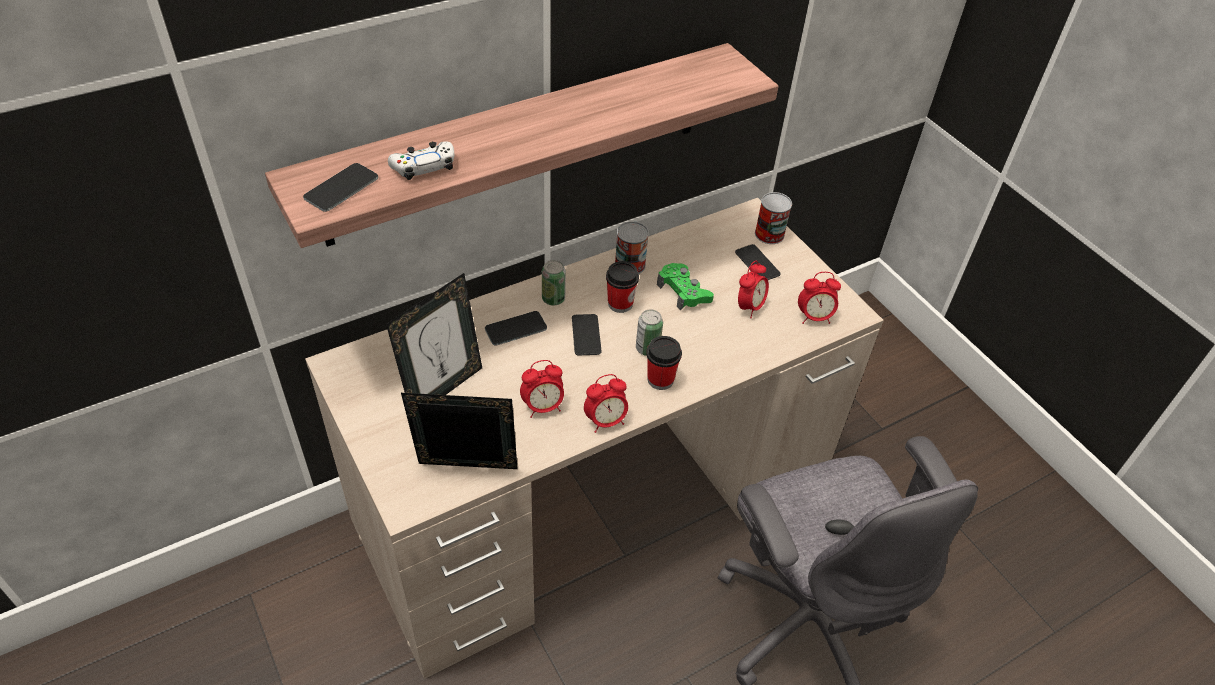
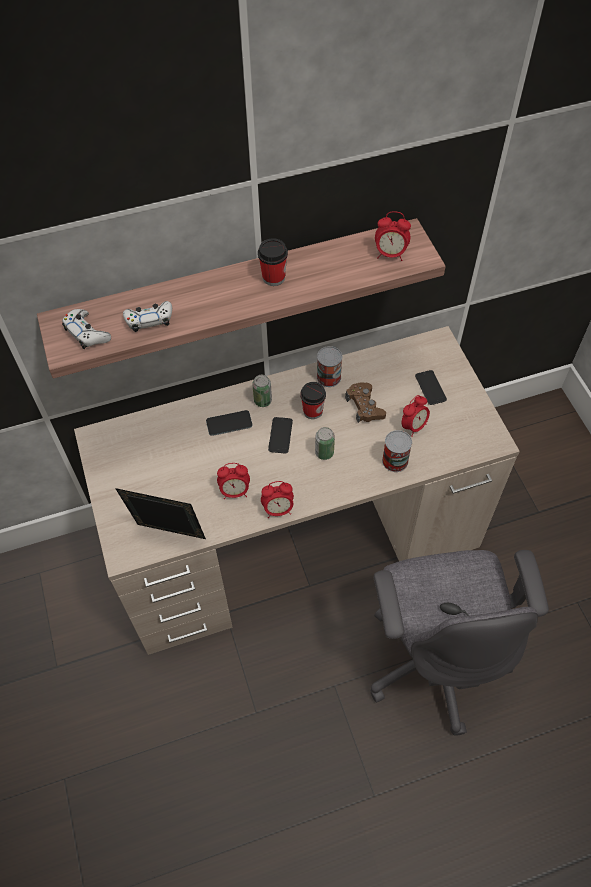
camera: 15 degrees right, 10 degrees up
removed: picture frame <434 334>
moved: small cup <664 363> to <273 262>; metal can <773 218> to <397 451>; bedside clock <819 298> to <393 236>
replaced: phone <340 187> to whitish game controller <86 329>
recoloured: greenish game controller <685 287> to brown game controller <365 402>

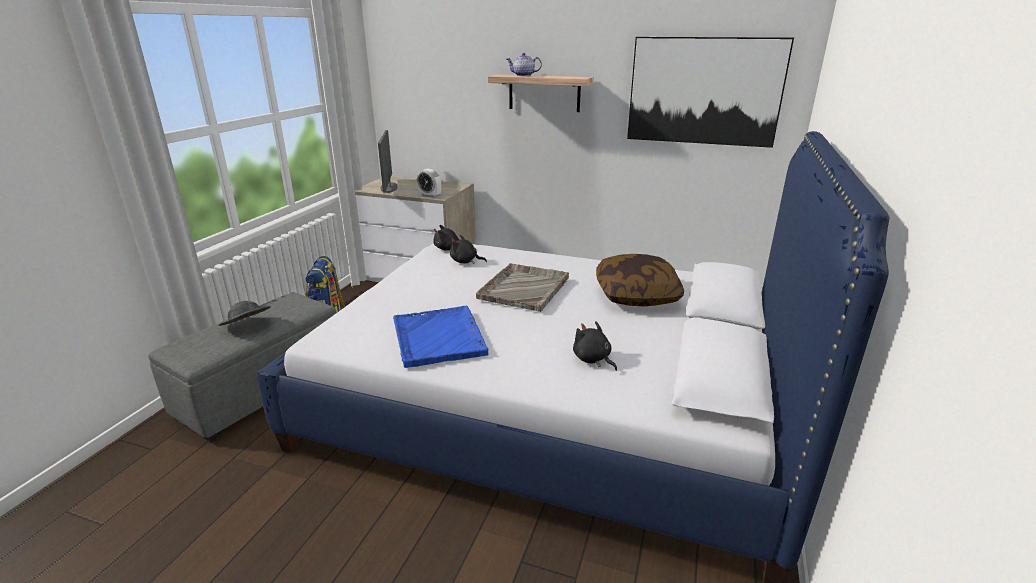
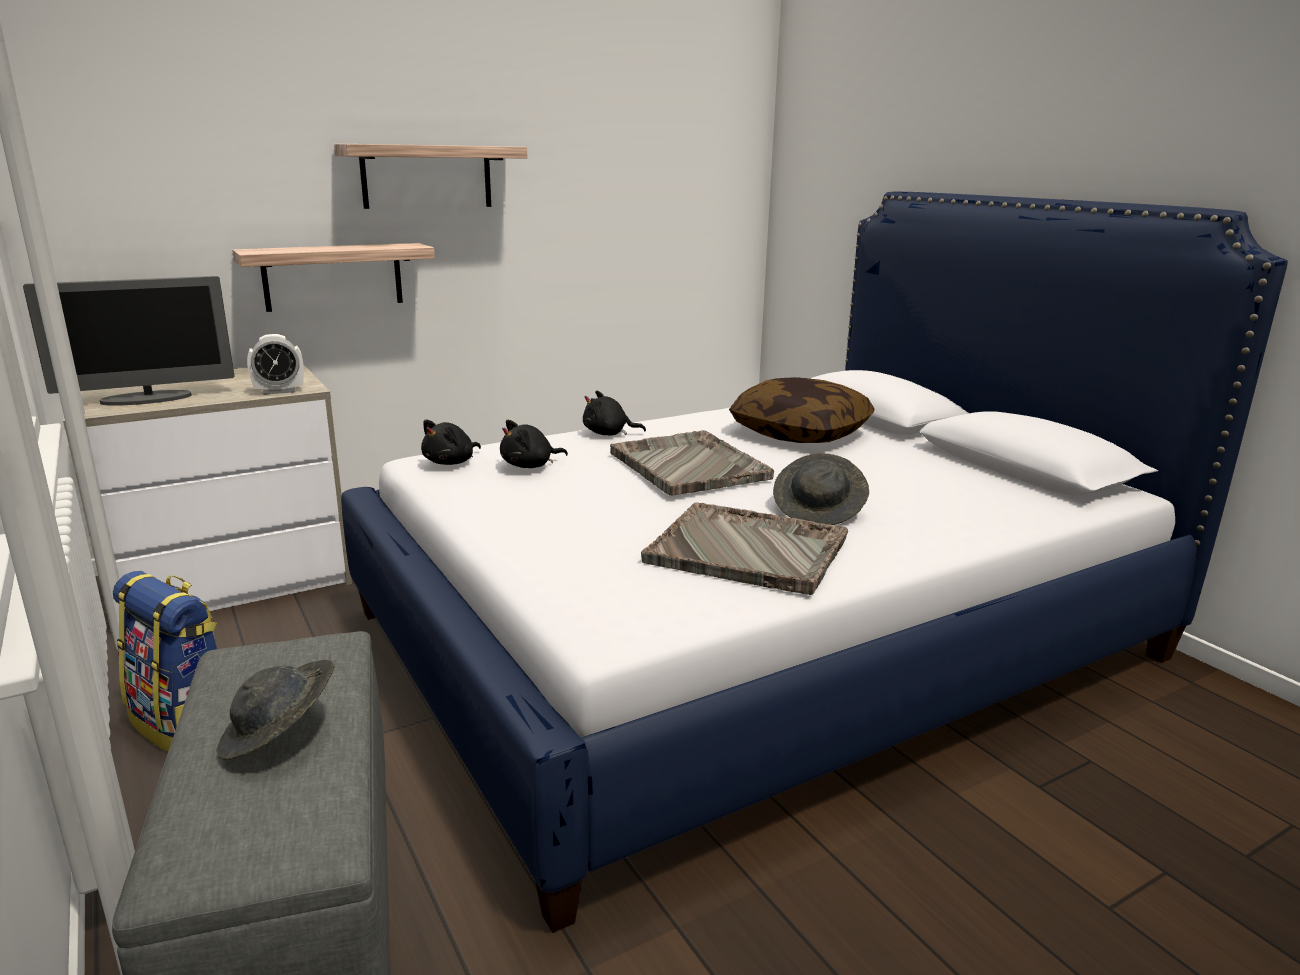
camera: 50 degrees left, 5 degrees down
removed: tea pot <524 64>; wall picture <710 92>
added: shelf <333 277>; greyish clothing hat <821 489>
moved: black cuddly toy <595 346> to <614 412>
recoloured: blue serving tray <441 337> to greyish serving tray <744 548>
turned: computer display <387 161> = <129 341> 60 degrees counterclockwise

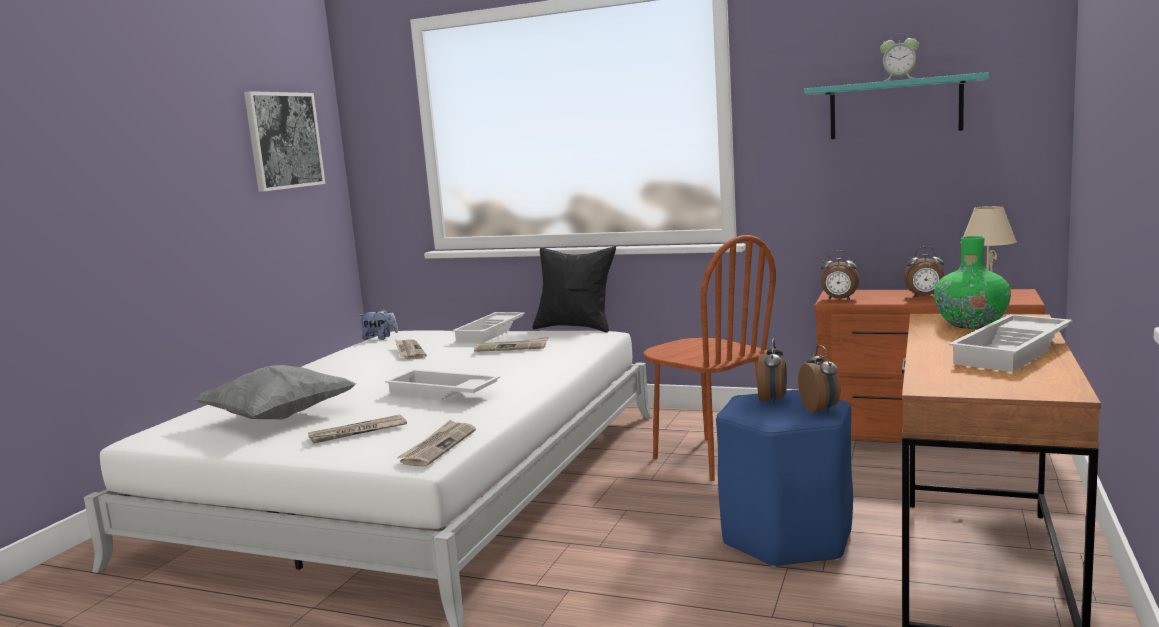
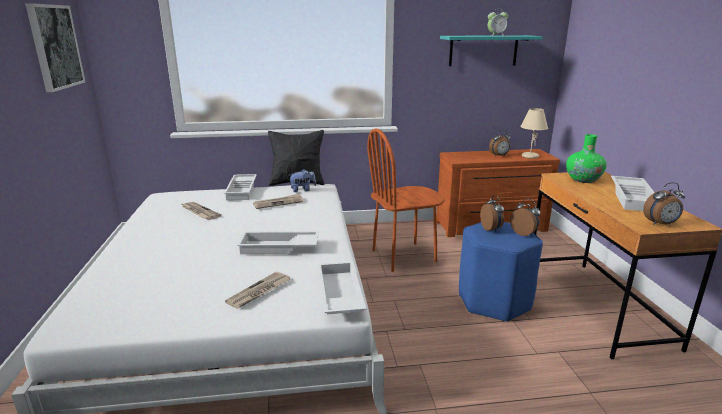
camera: 30 degrees left, 10 degrees up
removed: greyish cushion <275 392>
moved: cuddly toy <378 324> to <302 180>; bedside clock <840 275> to <664 203>
replaced: daily paper <436 443> to whitish serving tray <342 287>
turned: brown plain chair <710 358> = <406 200> 135 degrees clockwise

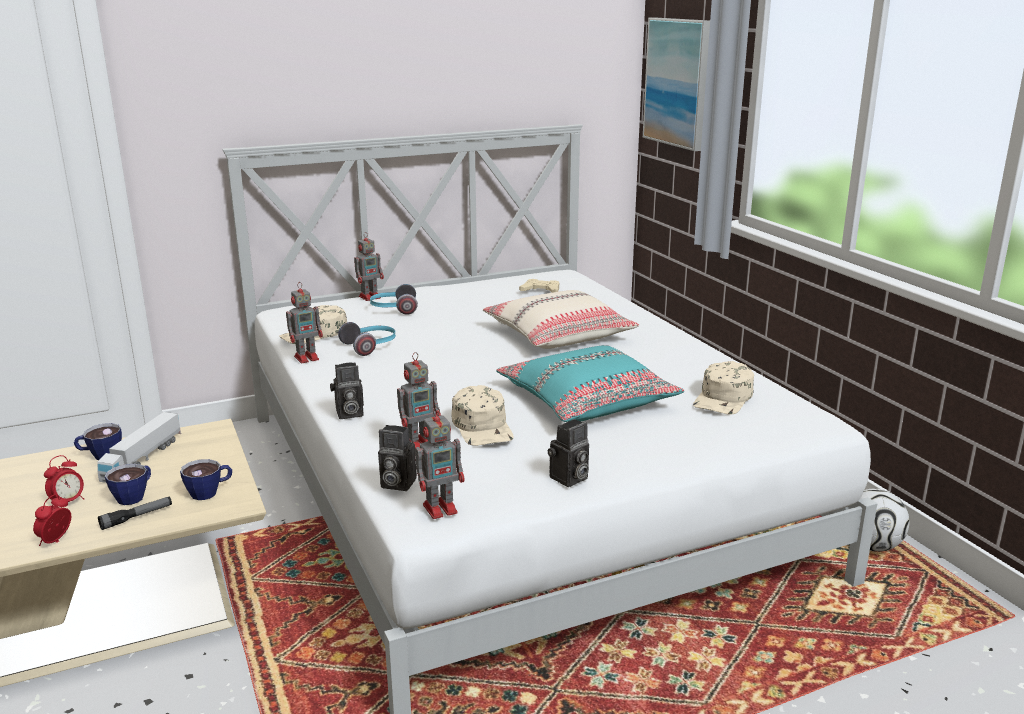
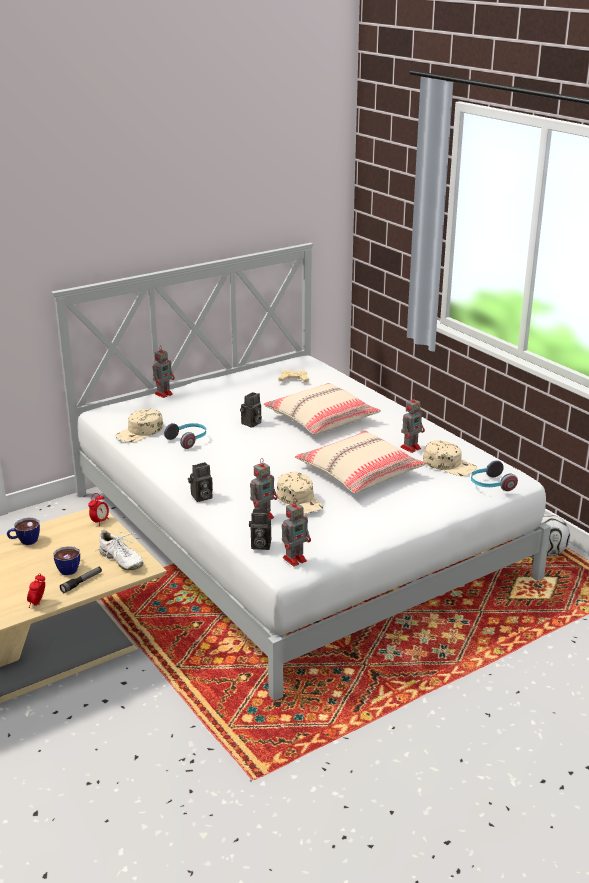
camera: 10 degrees left, 5 degrees up
removed: model truck <139 447>; wall picture <676 84>
moved: bedside clock <64 481> to <98 509>; robot figure <304 322> to <412 424>; headphones <394 299> to <494 475>; photo camera <568 453> to <251 410>
replaced: small cup <206 479> to whitish item of footwear <119 549>
recoloured: blue-green cushion <590 383> to beige cushion <360 461>
turned: beige baseball cap <723 387> = <450 458> 75 degrees counterclockwise

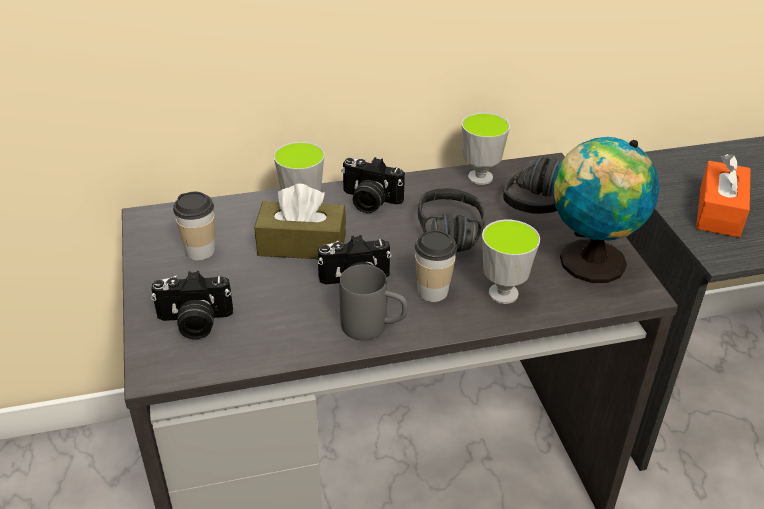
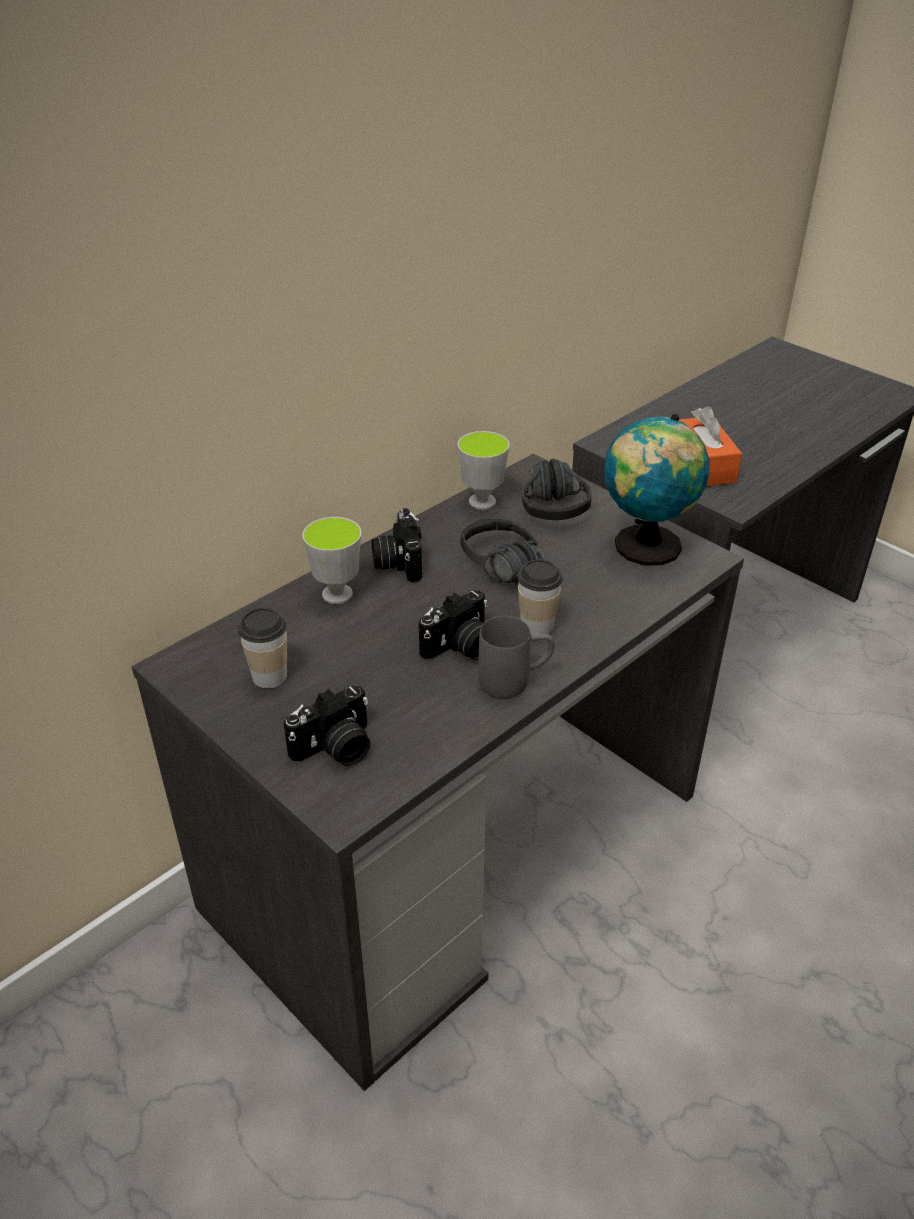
camera: 30 degrees left, 0 degrees up
removed: brown box of tissues <300 221>; small cup <511 262>
turned: photo camera <373 185> = <397 545> 90 degrees clockwise

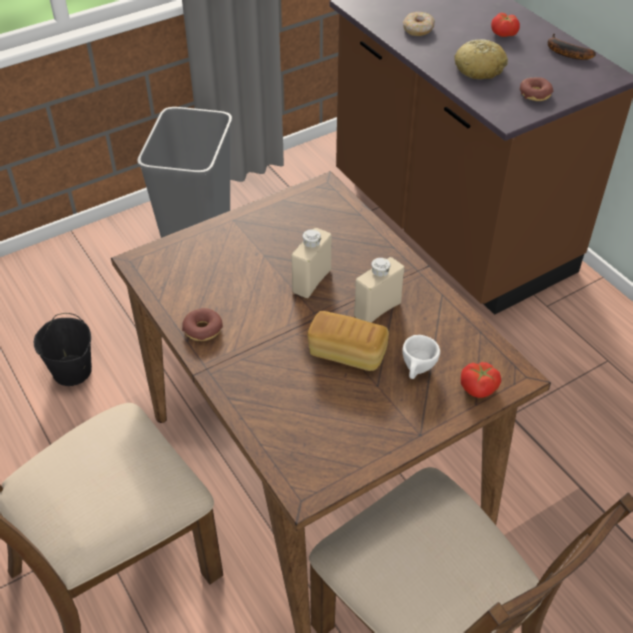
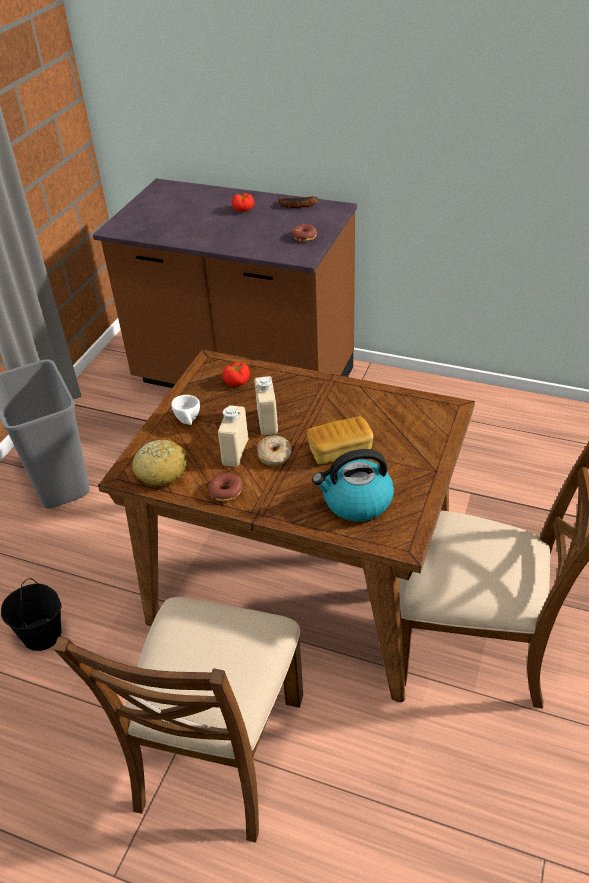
camera: 35 degrees left, 5 degrees down
added: tea kettle <353 485>
moved: beige beverage bottle <379 290> to <233 436>; whitish small cup <421 357> to <185 410>; doughnut <419 24> to <274 450>; bread <481 59> to <159 463>; tomato <481 380> to <236 374>

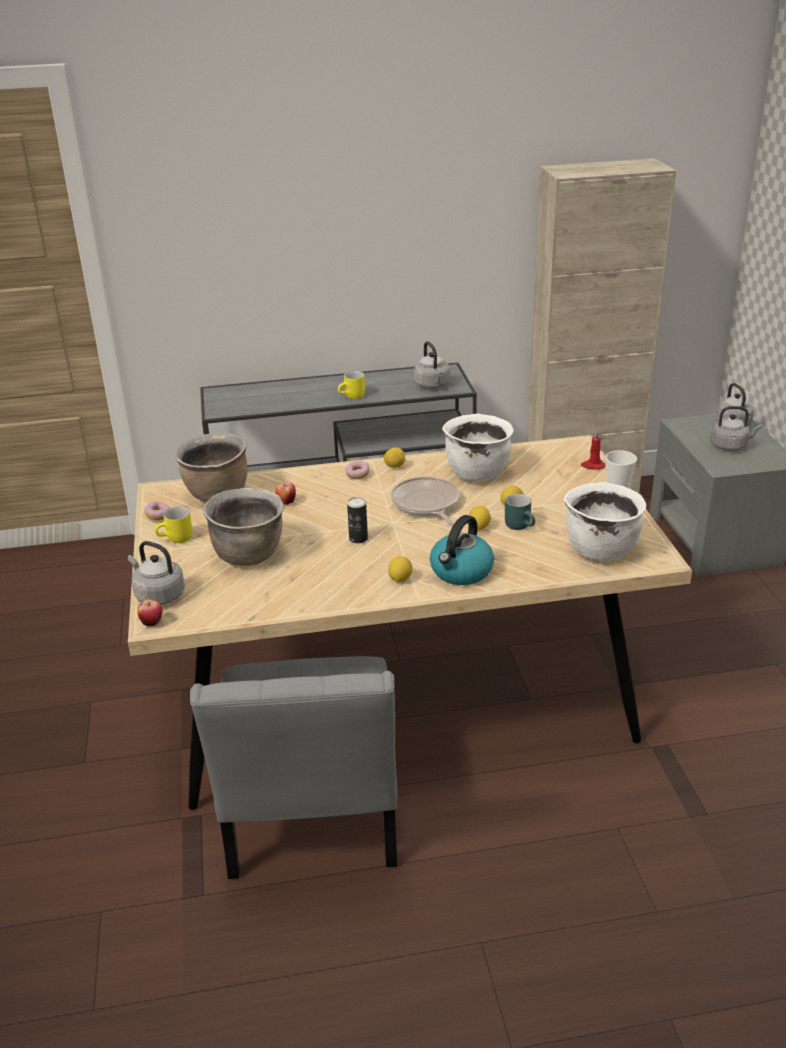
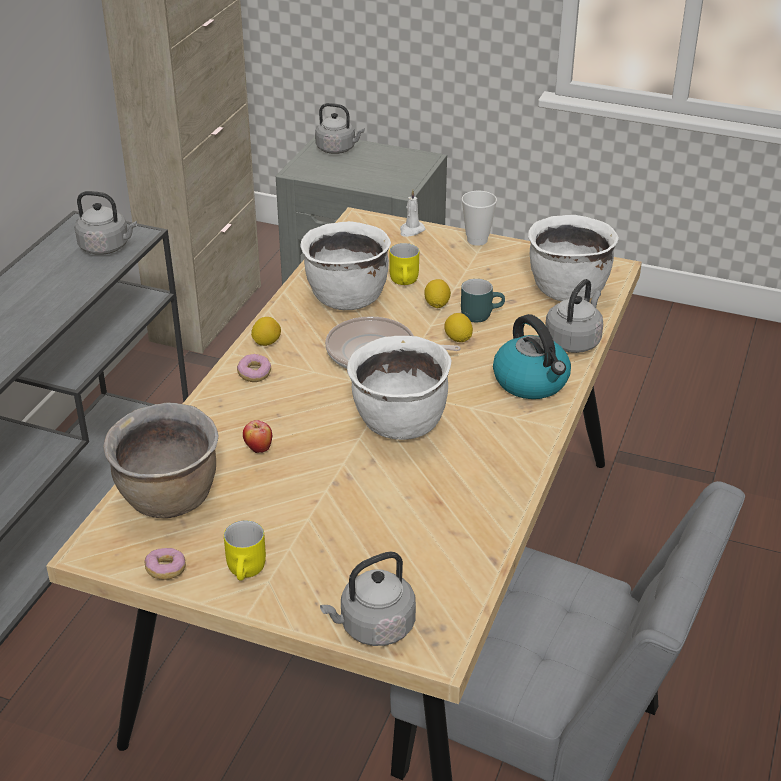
camera: 60 degrees left, 5 degrees up
removed: apple <150 613>; brown stockpot <243 527>; lemon <400 569>
moved: yellow-coloured mug <351 385> to <404 264>; greyish tea kettle <736 428> to <574 316>
replaced: metal can <357 520> to whitish stockpot <399 388>
recoloured: reddish wax candle <593 451> to whitish wax candle <413 213>

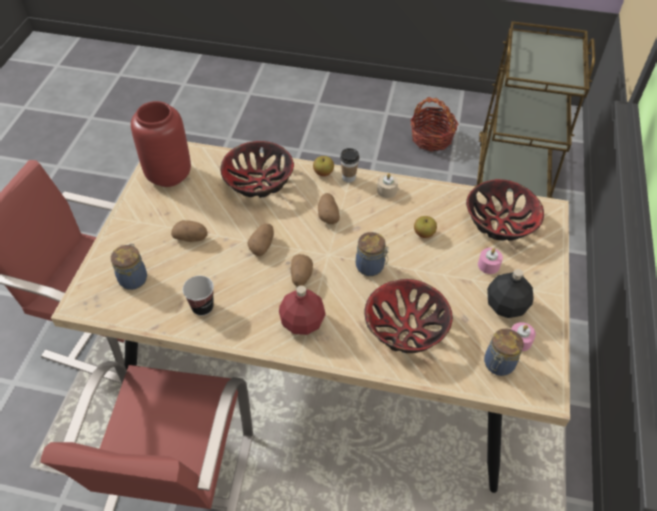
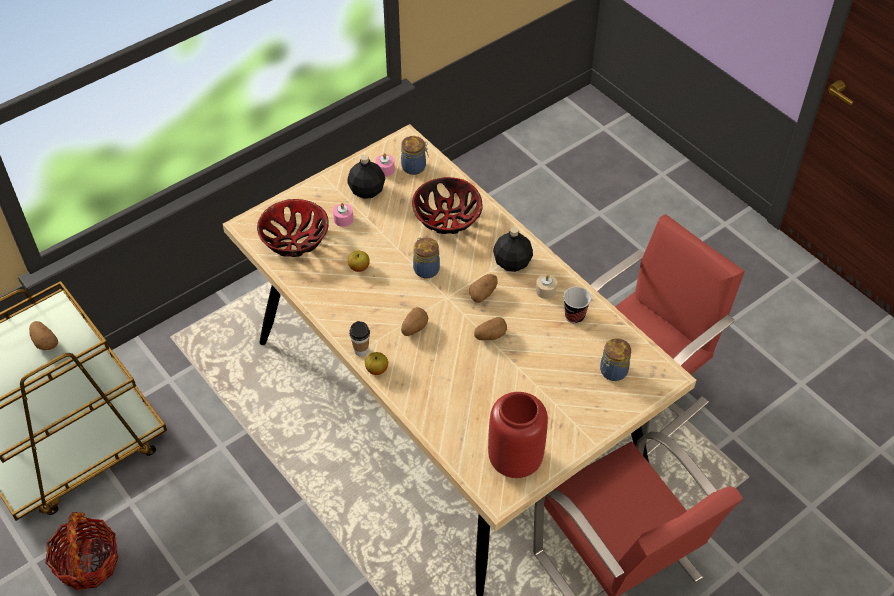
camera: 140 degrees left, 0 degrees up
removed: bowl <257 169>
moved: spud <189 231> to <43 335>; beige wax candle <387 185> to <546 286>
recoloured: reddish beverage bottle <302 310> to black beverage bottle <513 249>

